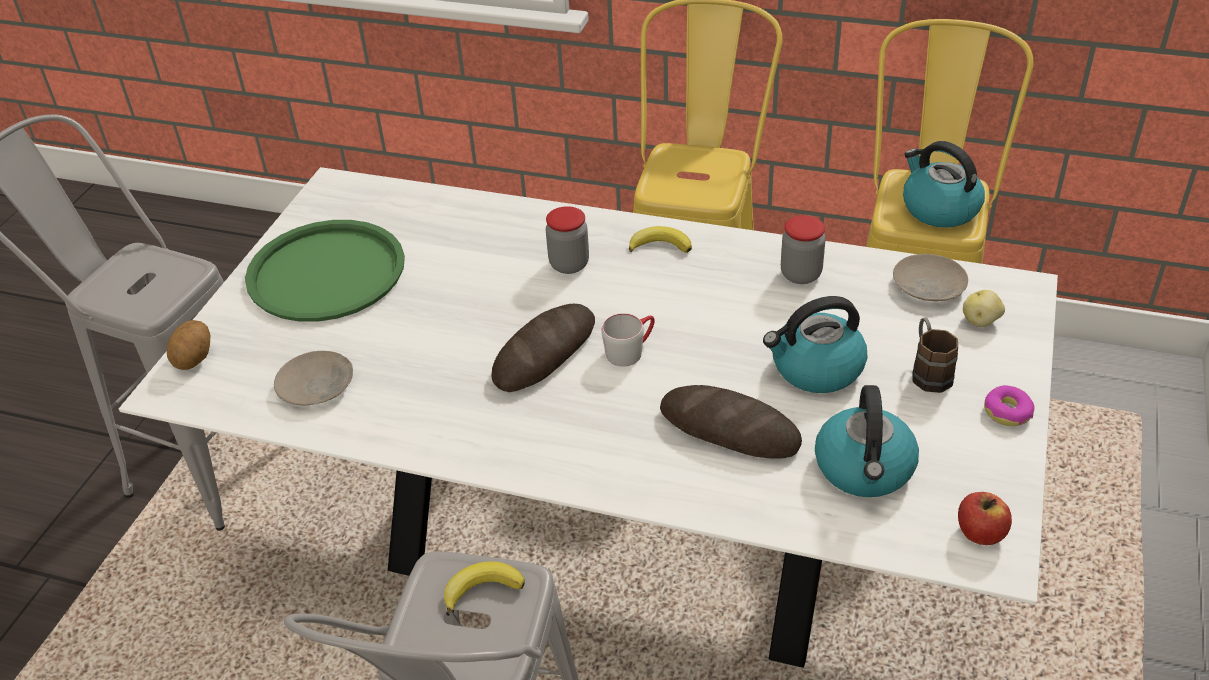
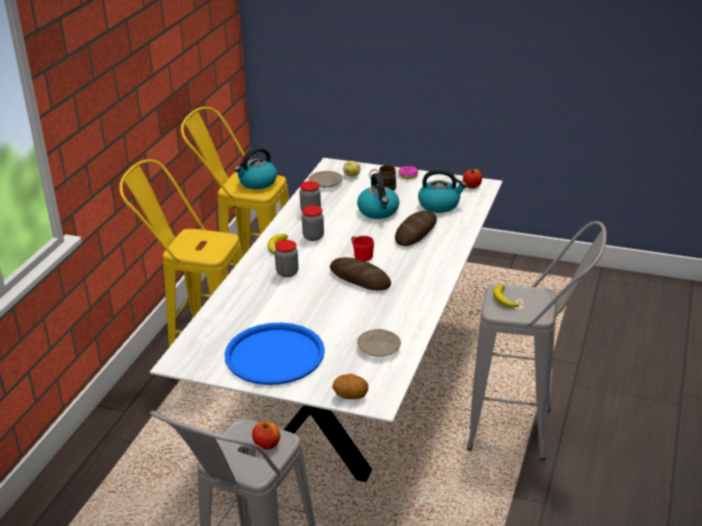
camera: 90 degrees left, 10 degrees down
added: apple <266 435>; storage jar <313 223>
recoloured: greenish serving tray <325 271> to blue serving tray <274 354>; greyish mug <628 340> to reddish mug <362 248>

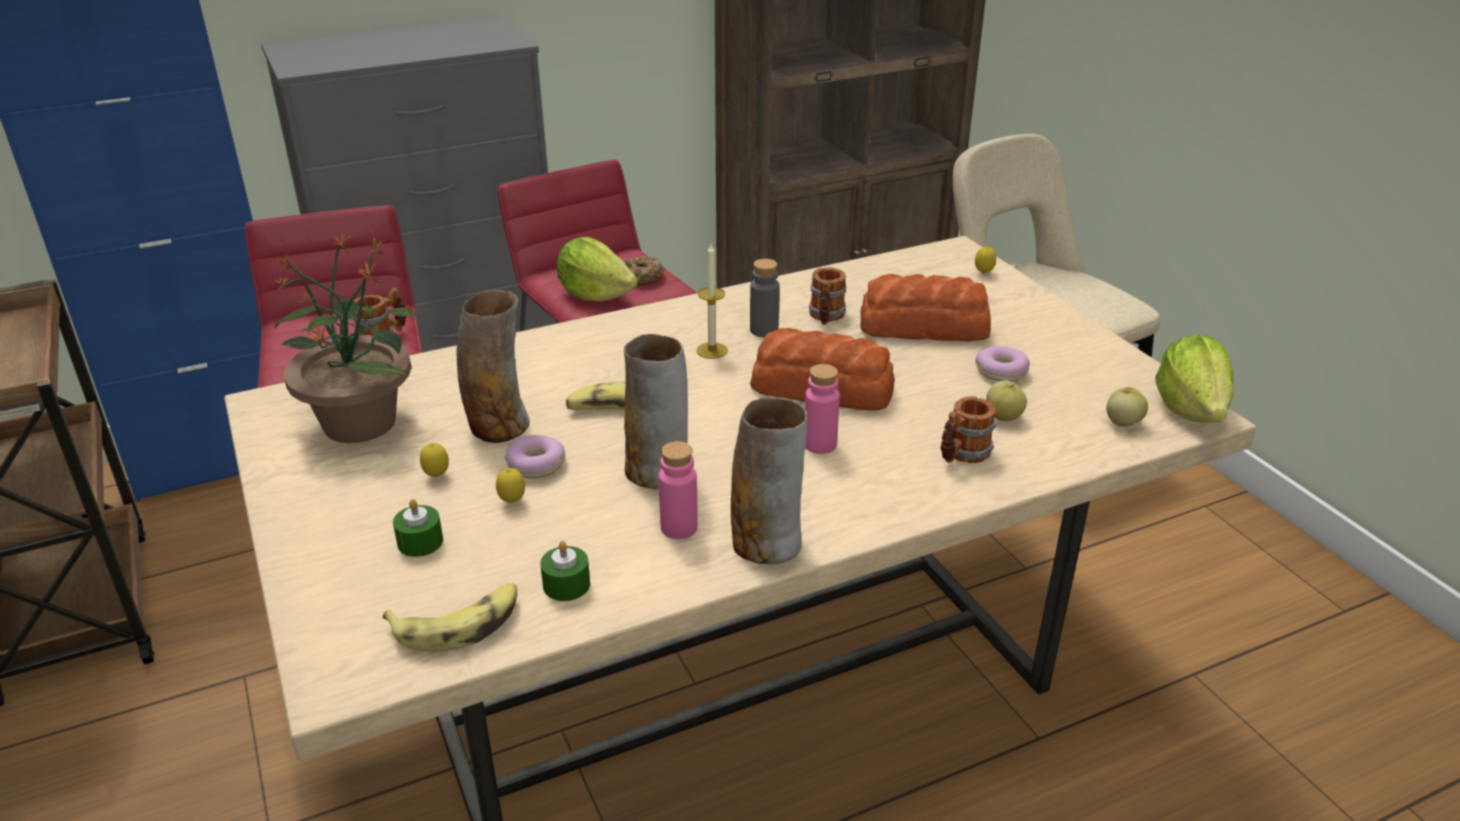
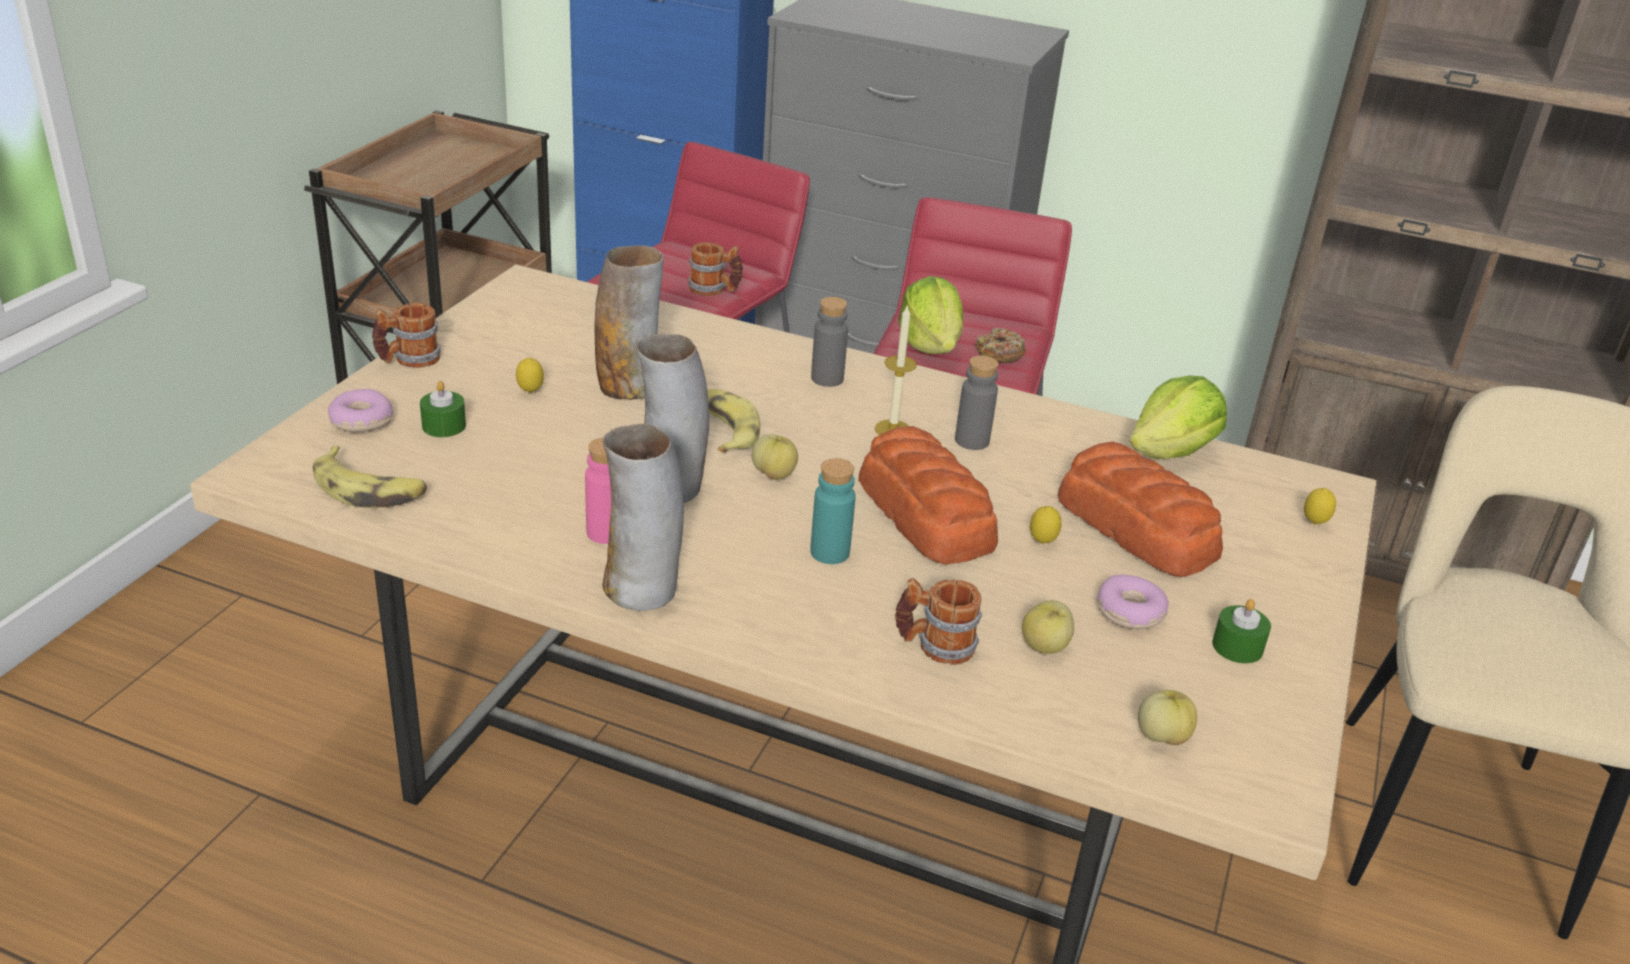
camera: 45 degrees right, 0 degrees up
removed: plant in a pot <345 337>
added: apple <775 457>; greyish beverage bottle <829 342>
moved: lemon <510 485> to <1046 525>; doughnut <535 457> to <360 410>; greenish wax candle <565 571> to <1241 631>; mug <827 296> to <406 335>; head of lettuce <1194 378> to <1178 417>
recoloured: pink-coloured beverage bottle <822 409> to blue-green beverage bottle <833 511>

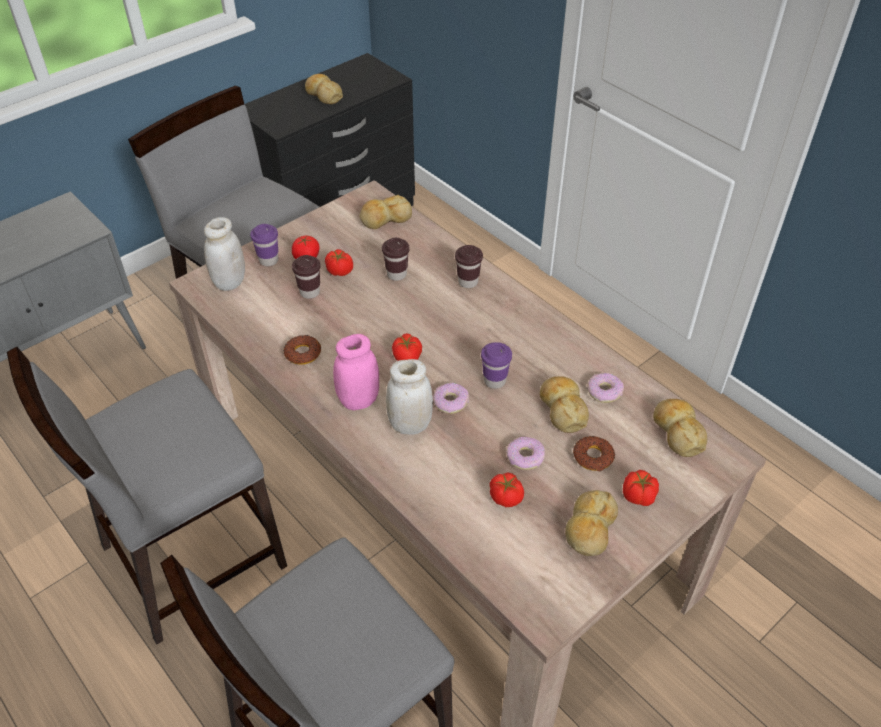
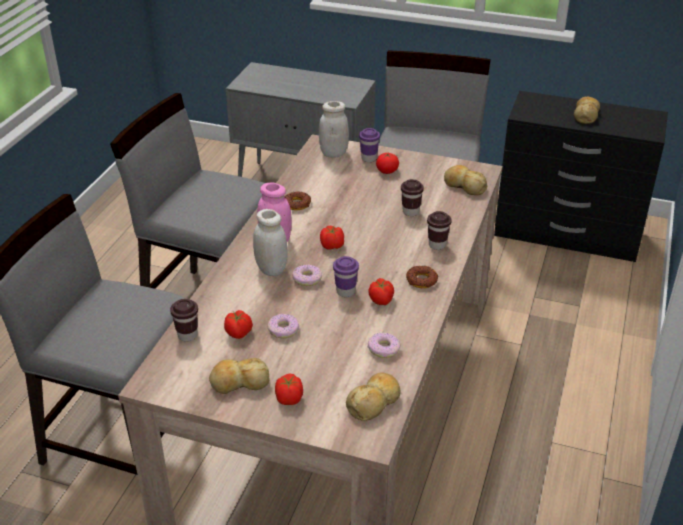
camera: 60 degrees right, 10 degrees down
removed: bread <564 404>
moved: brown small cup <306 277> to <184 320>; tomato <339 262> to <381 291>; doughnut <594 454> to <422 277>

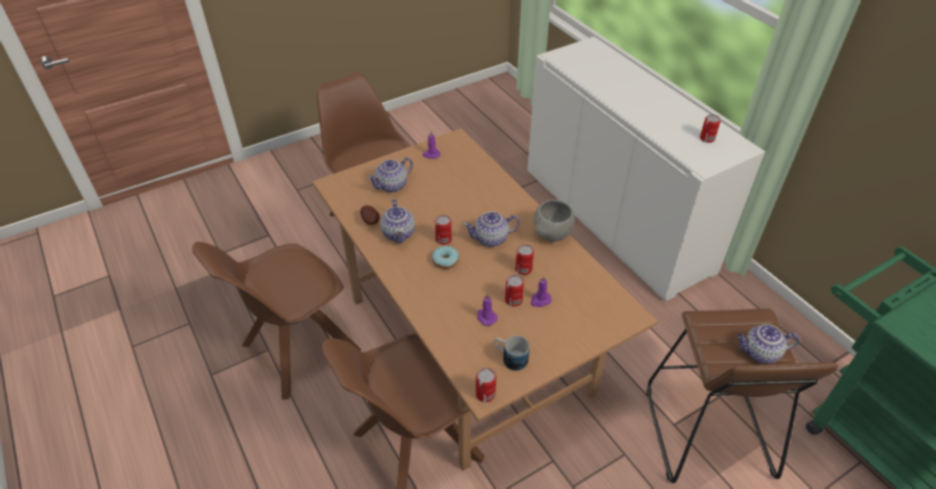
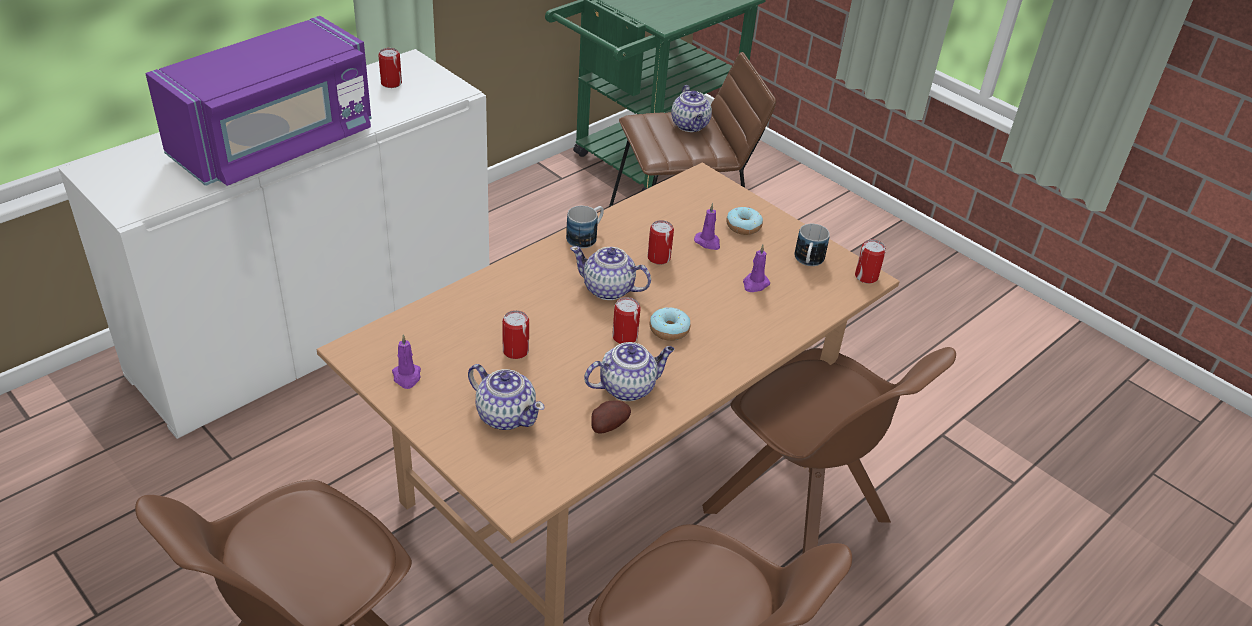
camera: 105 degrees left, 5 degrees down
added: purplish microwave <258 101>; doughnut <744 221>
moved: metal can <514 291> to <515 334>
replaced: greyish bowl <554 221> to mug <585 227>
turned: tea pot <491 229> = <610 273> 135 degrees clockwise

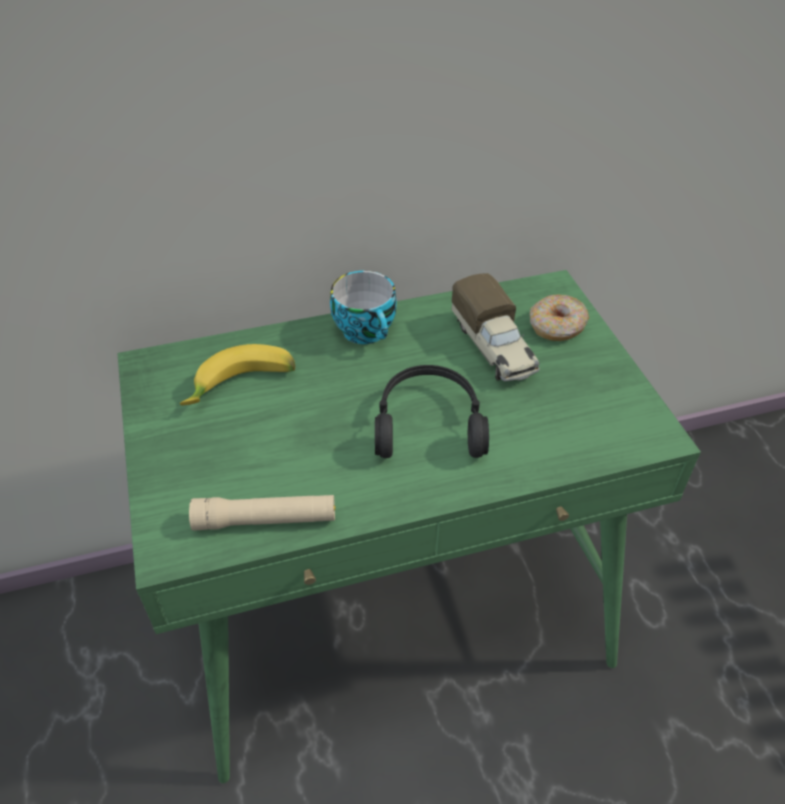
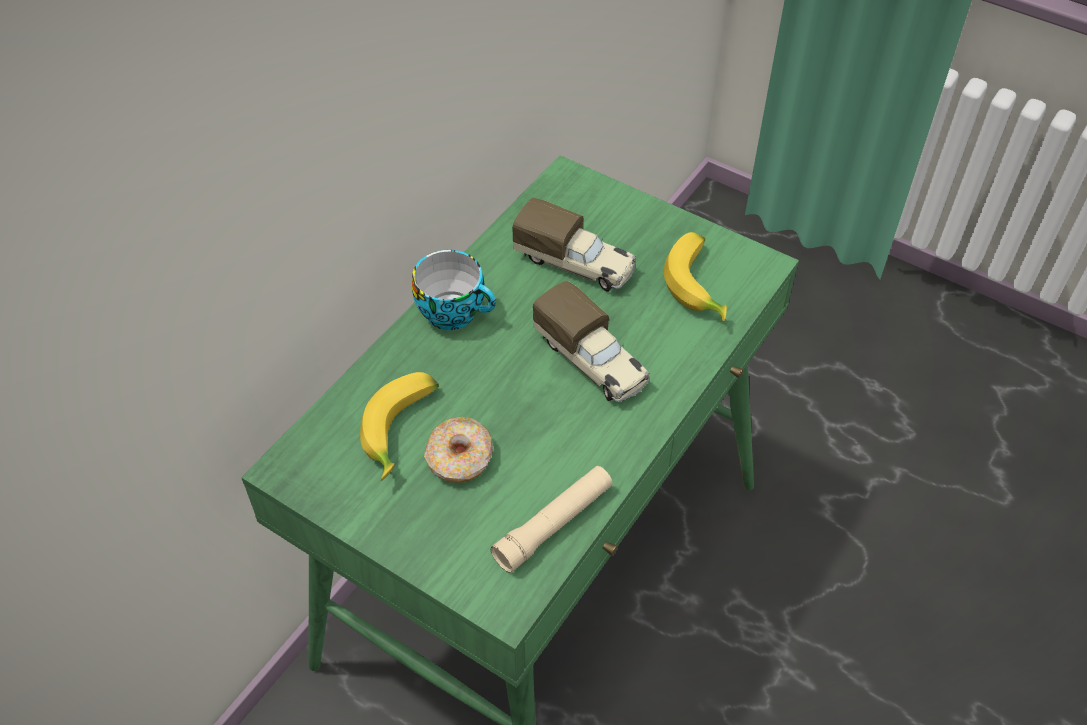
camera: 40 degrees left, 5 degrees up
added: whole banana <695 277>
moved: doughnut <559 317> to <458 450>
replaced: black headphones <432 411> to model truck <591 341>

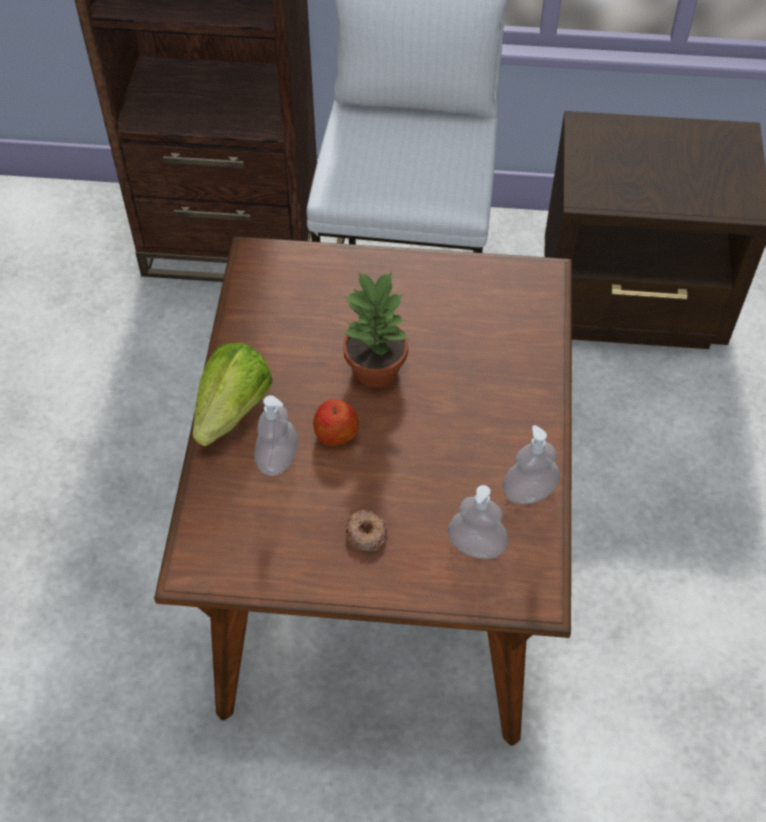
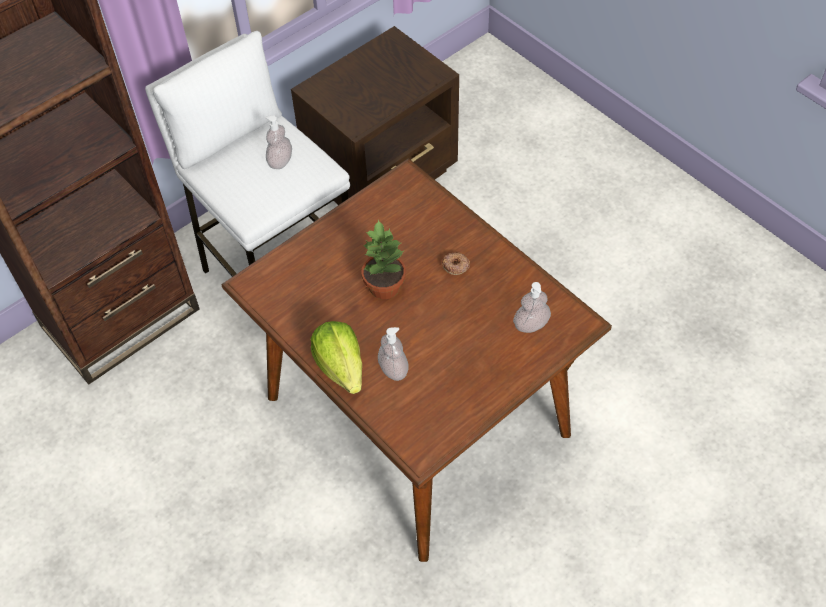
camera: 45 degrees left, 0 degrees up
removed: apple <336 422>
moved: doughnut <366 530> to <456 264>; soap dispenser <531 464> to <278 142>

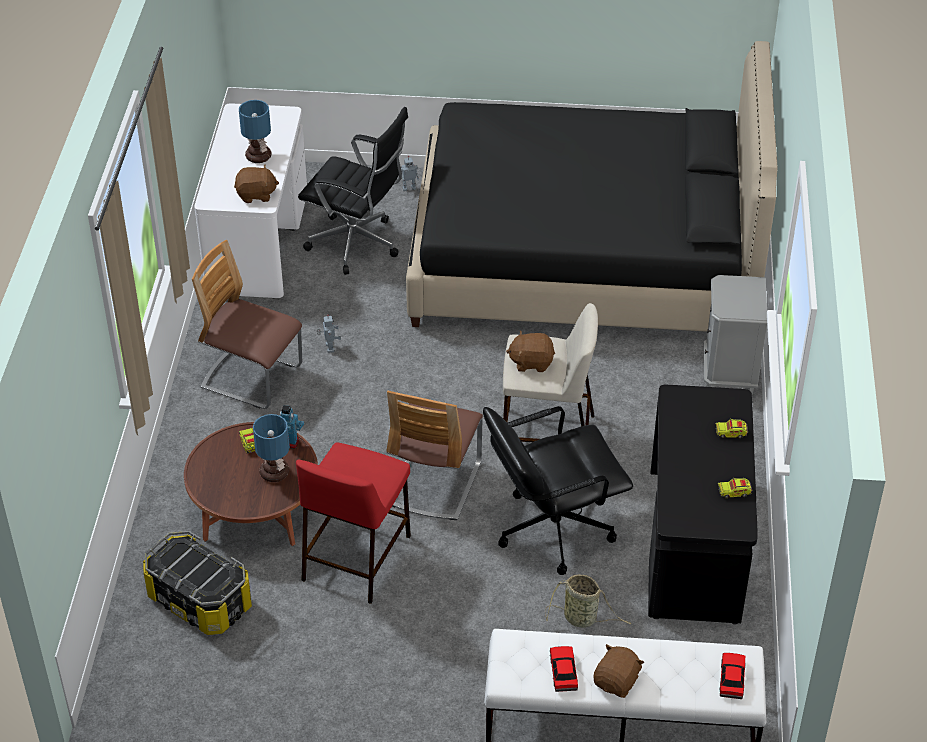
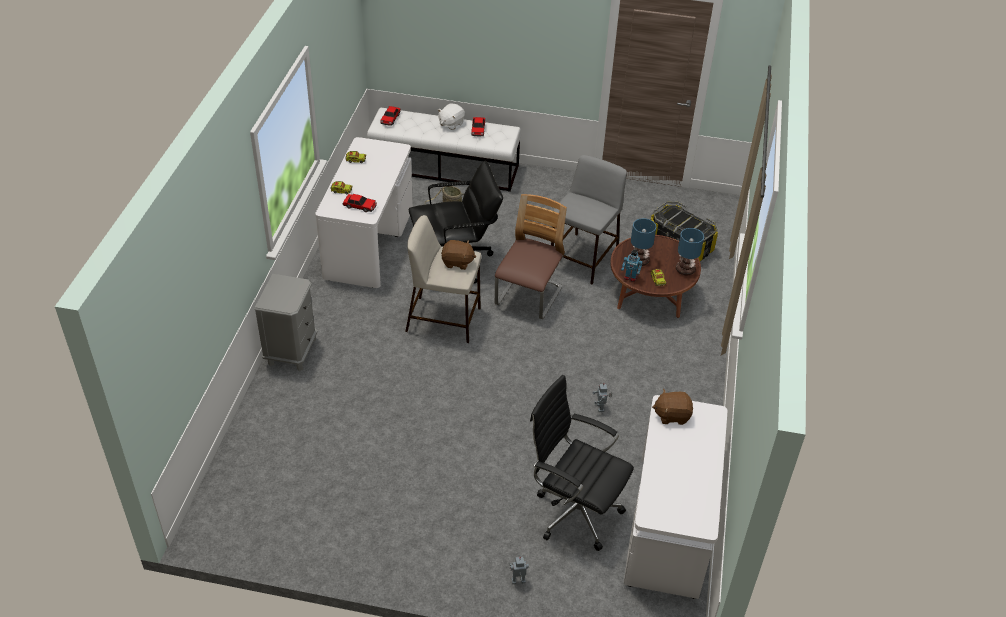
camera: 175 degrees left, 0 degrees up
removed: plain chair <247 324>; black bed <592 186>
added: model car <360 203>
moved: lamp for a table <255 131> to <690 252>
recoloured: reddish sitting stool <353 523> to greyish sitting stool <589 219>; brown cuddly toy <618 671> to whitish cuddly toy <451 117>; black desk table <703 505> to whitish desk table <364 212>

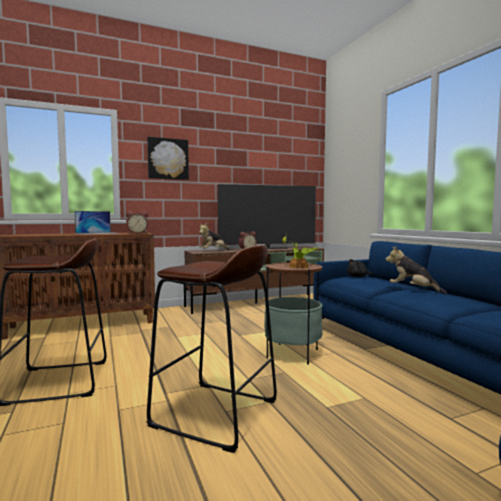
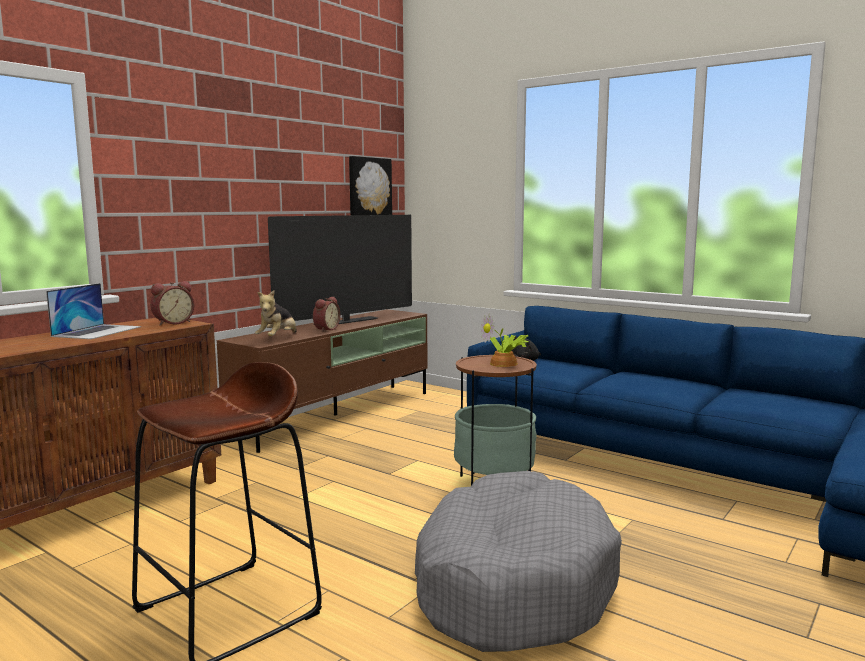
camera: 30 degrees left, 5 degrees up
removed: cuddly toy <416 270>
moved: wall picture <168 158> to <370 185>
replaced: brown sitting stool <211 348> to greyish dog bed <518 561>

